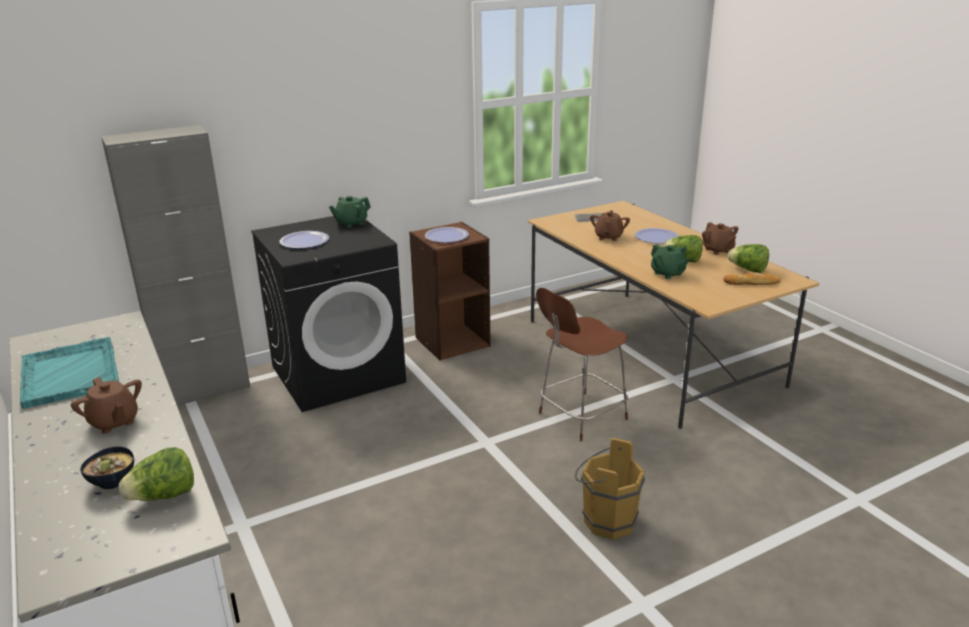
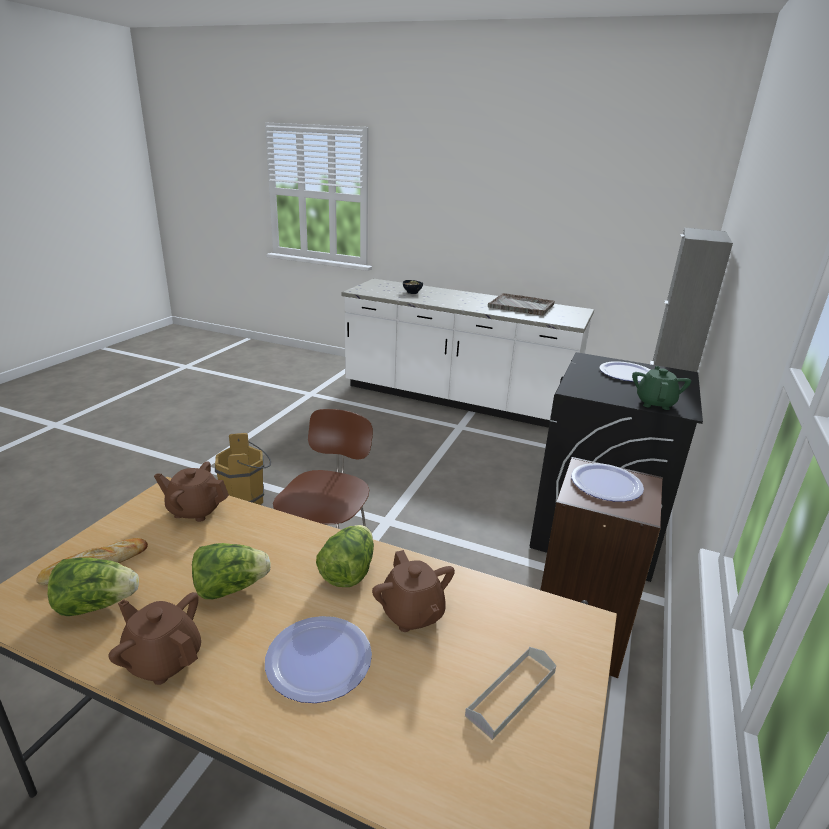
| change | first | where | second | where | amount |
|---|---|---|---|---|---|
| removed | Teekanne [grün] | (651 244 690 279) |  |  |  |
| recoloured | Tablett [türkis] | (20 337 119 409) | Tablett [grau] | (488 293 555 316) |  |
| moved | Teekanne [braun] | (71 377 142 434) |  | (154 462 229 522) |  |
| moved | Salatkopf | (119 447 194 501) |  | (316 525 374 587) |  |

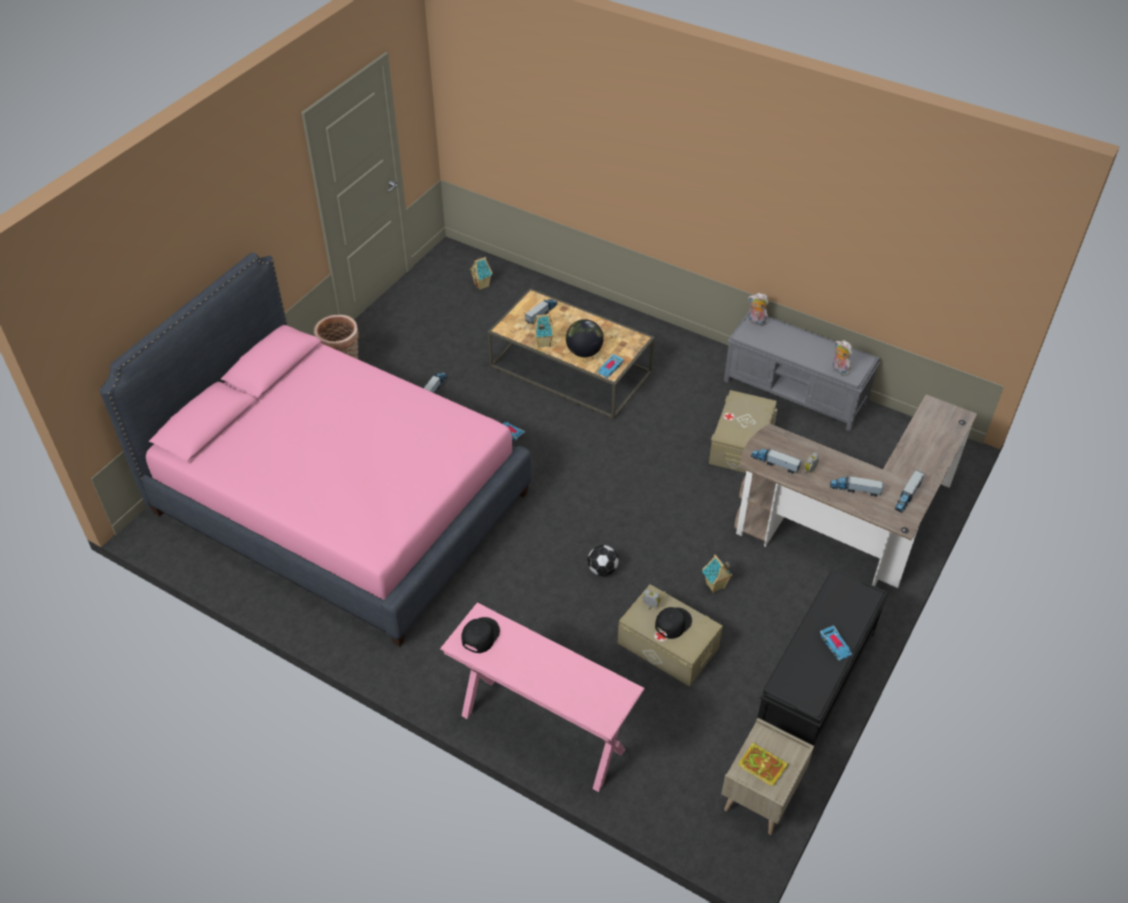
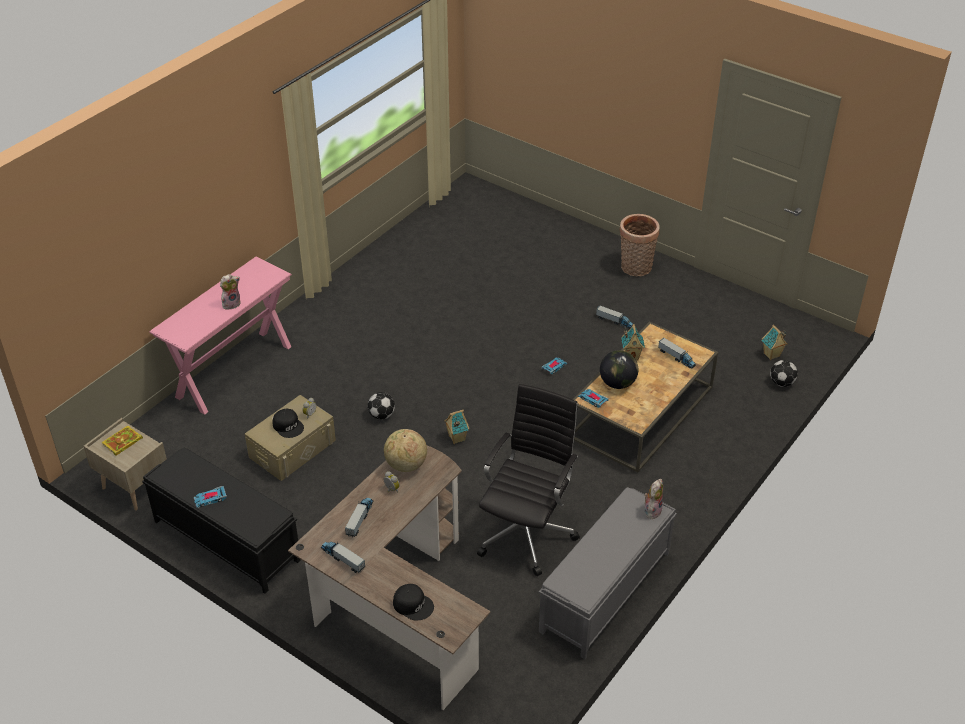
| change | first | where | second | where | amount |
|---|---|---|---|---|---|
| removed | Bett [rosa] | (100 253 532 647) |  |  |  |
| moved | Plüschtier | (833 340 852 376) |  | (220 274 241 310) |  |
| replaced | Aufbewahrungsbox [beige] | (709 390 777 473) | Bürostuhl [schwarz] | (477 384 580 576) |  |
| replaced | Spielzeuglaster | (751 449 802 474) | Globus | (384 429 427 472) |  |
| moved | Spielzeughaus | (702 555 733 593) |  | (444 410 469 444) |  |
| moved | Kappe [schwarz] | (461 617 500 653) |  | (393 584 434 620) |  |
| added |  |  | Fußball | (770 360 798 387) |  |

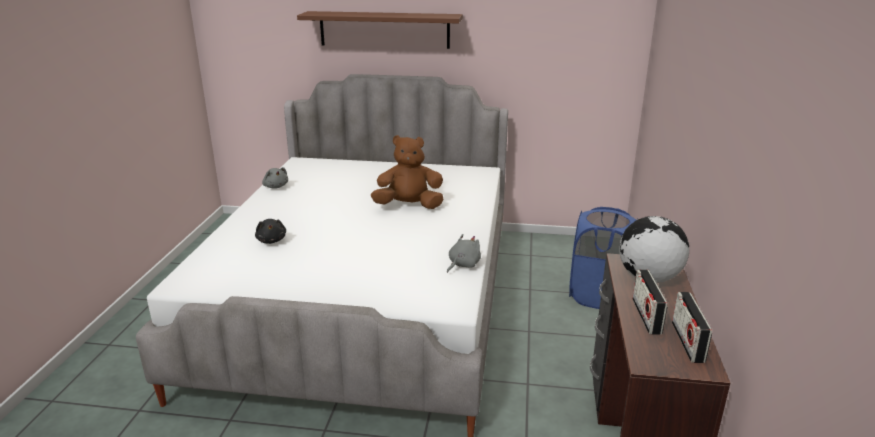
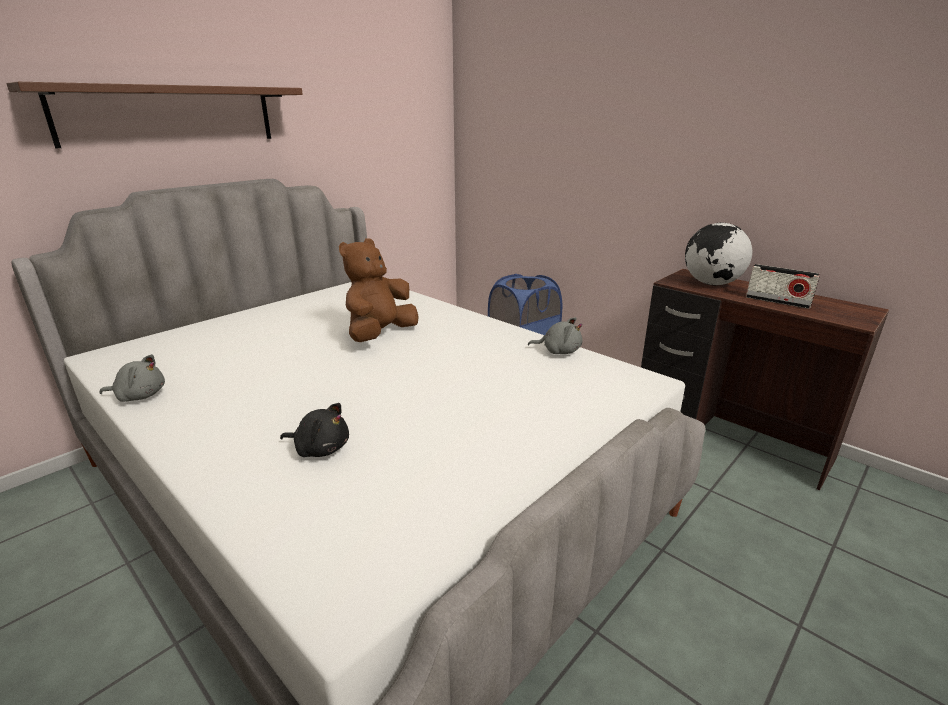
| change | first | where | second | where | amount |
|---|---|---|---|---|---|
| turned | Plüschtier [grau] | (447 234 481 273) |  | (528 317 583 354) | 120 degrees clockwise |
| removed | Radio | (672 292 712 363) |  |  |  |

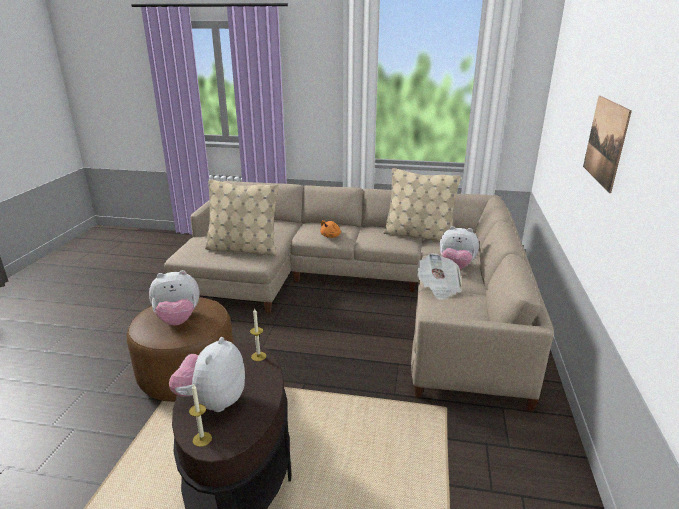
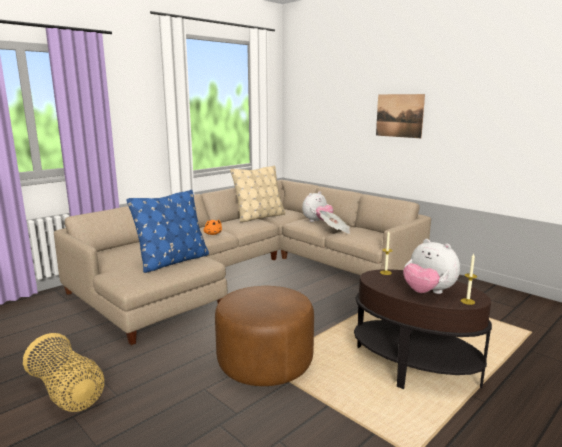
| change | first | where | second | where | amount |
|---|---|---|---|---|---|
| recoloured | Kissen [beige] | (205 179 278 255) | Kissen [blau] | (127 190 209 273) |  |
| removed | Plüschtier | (149 270 200 325) |  |  |  |
| added |  |  | Korb | (23 333 104 412) |  |

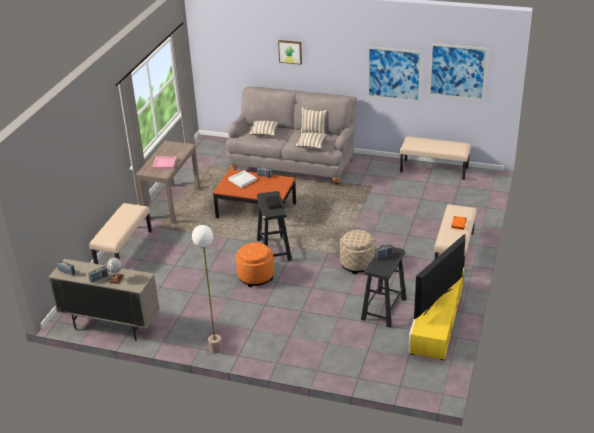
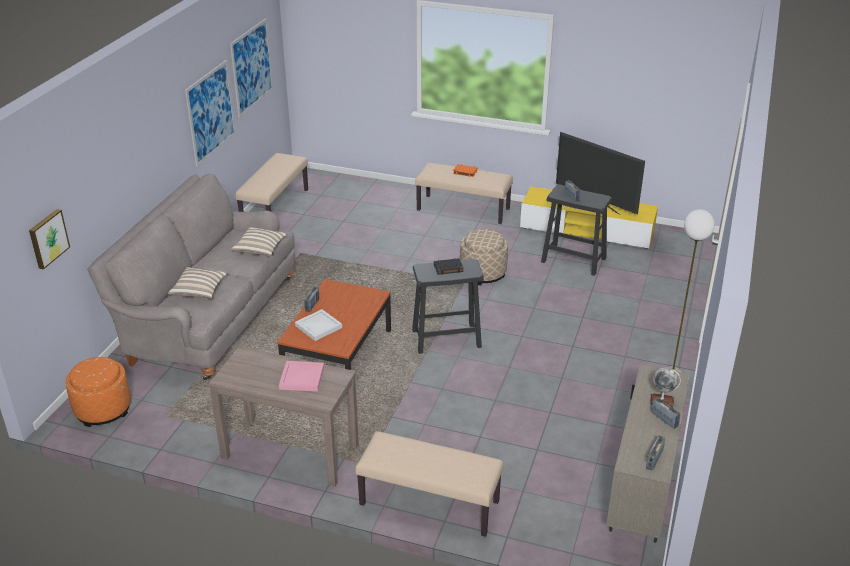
| change | first | where | second | where | amount |
|---|---|---|---|---|---|
| moved | Bild | (278 40 302 65) |  | (29 209 70 270) |  |
| removed | Kissen | (300 107 328 135) |  |  |  |
| moved | Polsterhocker [orange] | (236 243 274 287) |  | (65 357 131 427) |  |

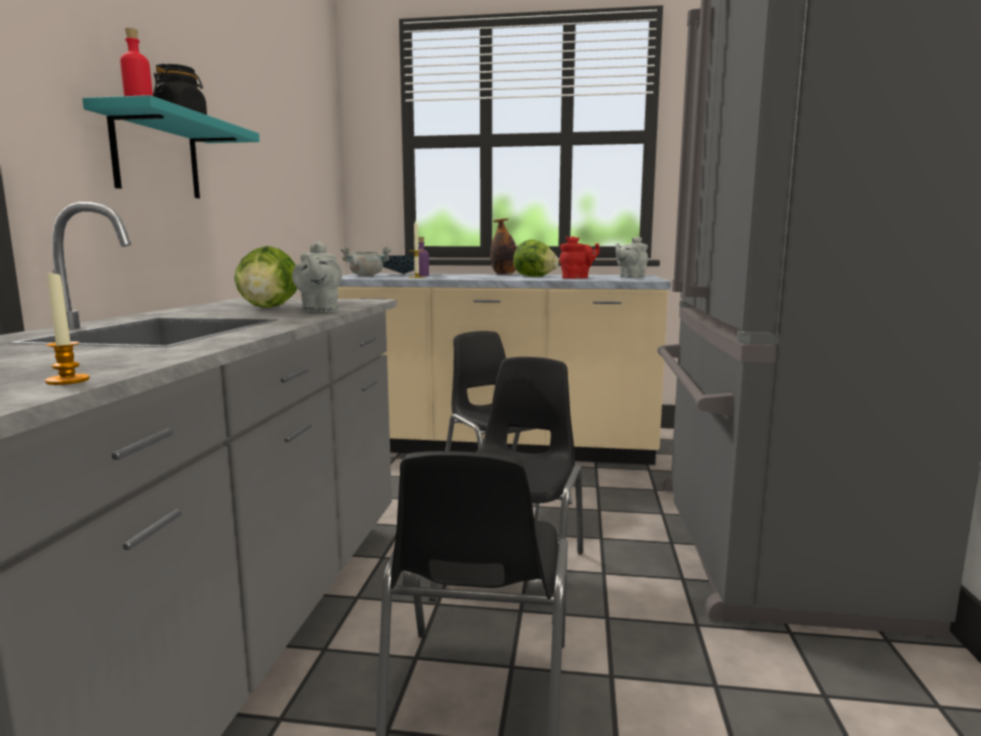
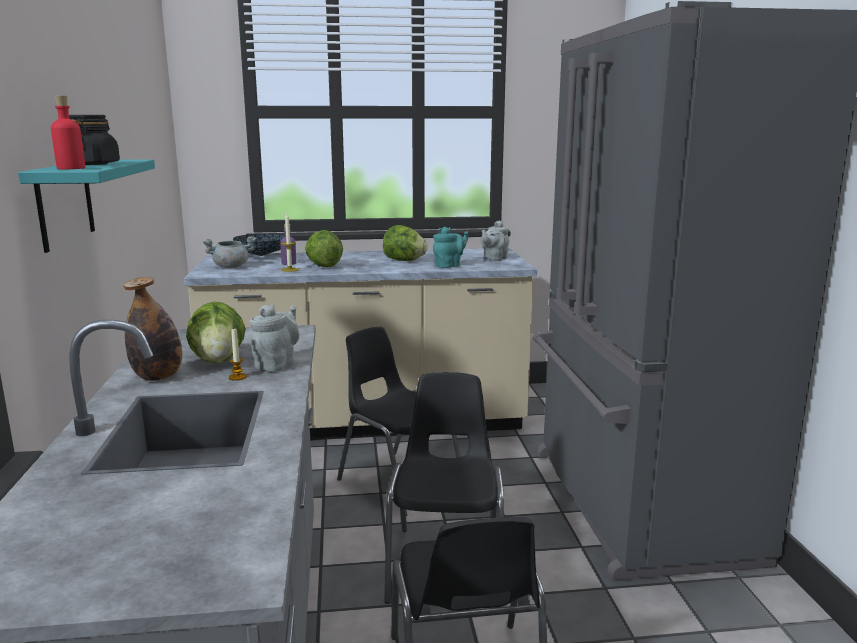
| change | first | where | second | where | amount |
|---|---|---|---|---|---|
| moved | Flasche | (490 218 517 275) |  | (123 277 182 381) |  |
| recoloured | Teekanne [rot] | (560 236 600 279) | Teekanne [türkis] | (433 227 468 268) |  |
| turned | Teekanne [grau] | (292 241 342 312) |  | (250 304 299 371) | 135 degrees counterclockwise |
| moved | Kerze | (45 270 90 385) |  | (229 329 247 381) |  |
| added |  |  | Salatkopf | (305 230 343 267) |  |

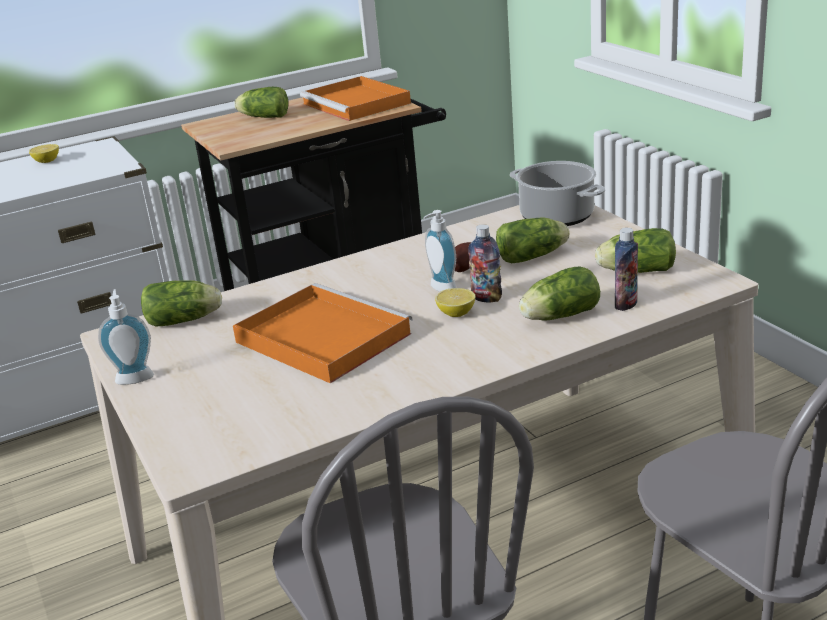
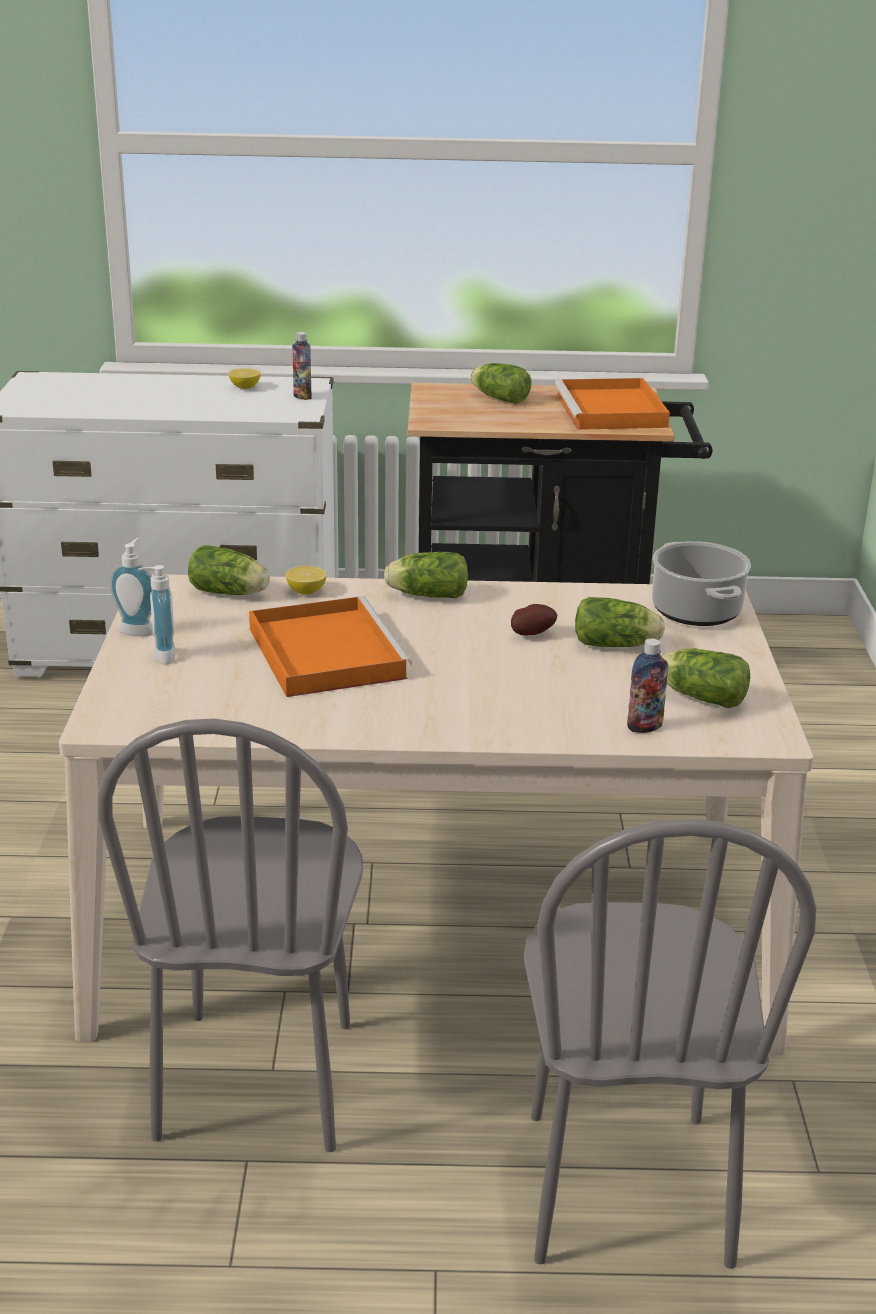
| change | first | where | second | where | amount |
|---|---|---|---|---|---|
| moved | Seifenspender | (423 210 456 292) |  | (138 565 176 664) |  |
| moved | Flasche | (468 224 502 302) |  | (292 332 312 400) |  |
| moved | Salatkopf | (519 267 600 320) |  | (384 552 468 598) |  |
| moved | Zitrone | (435 288 475 317) |  | (286 566 326 595) |  |

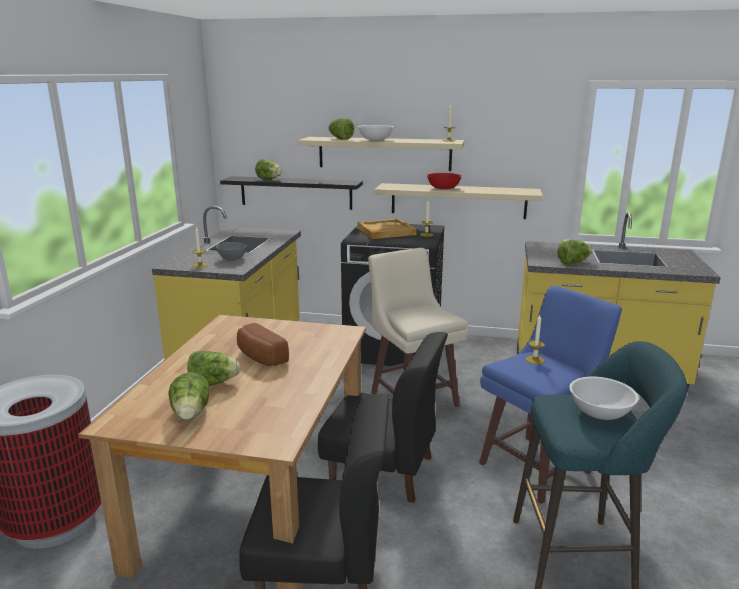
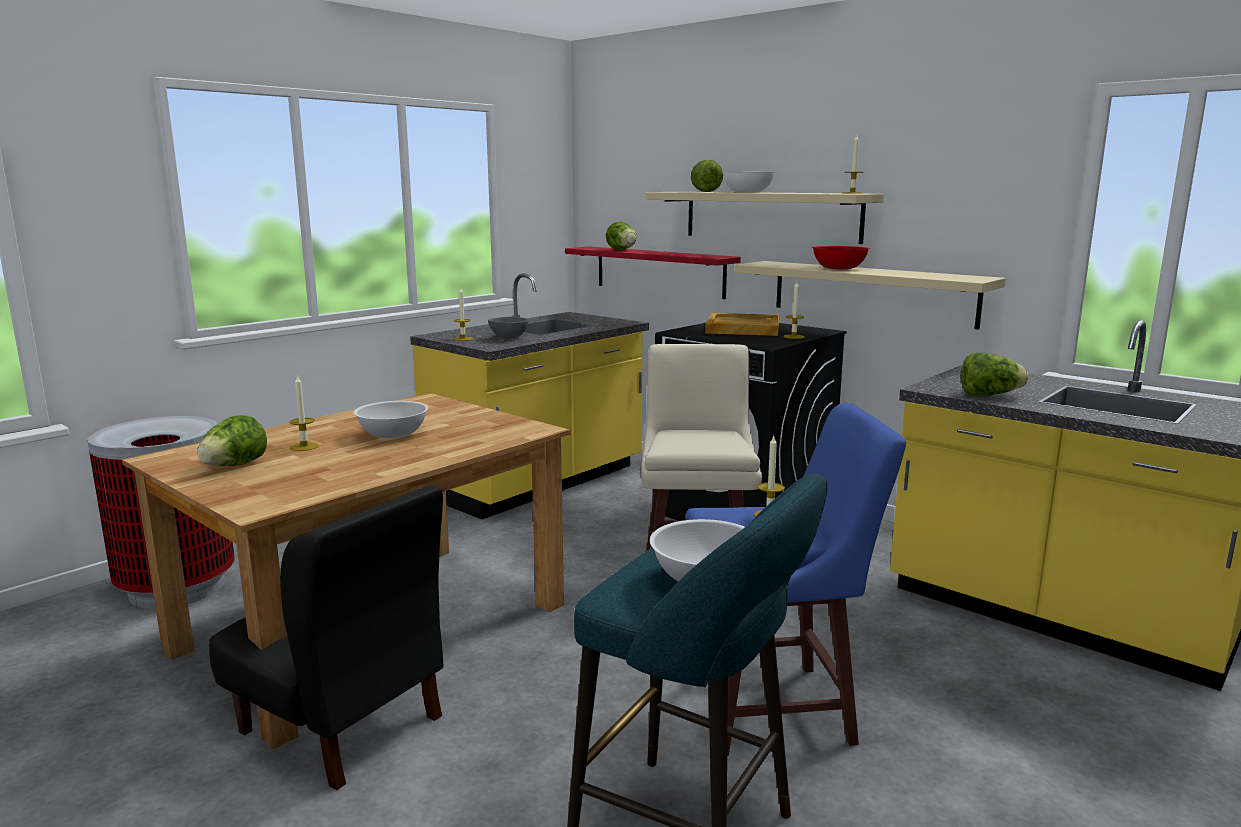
| change | first | where | second | where | amount |
|---|---|---|---|---|---|
| recoloured | Wandregal [schwarz] | (220 176 363 210) | Wandregal [rot] | (565 246 741 299) |  |
| replaced | Brot | (237 323 289 366) | Schüssel [weiß] | (354 401 428 438) |  |
| removed | Stuhl [schwarz] | (318 332 448 503) |  |  |  |
| replaced | Salatkopf | (188 351 240 386) | Kerze | (289 375 319 451) |  |

